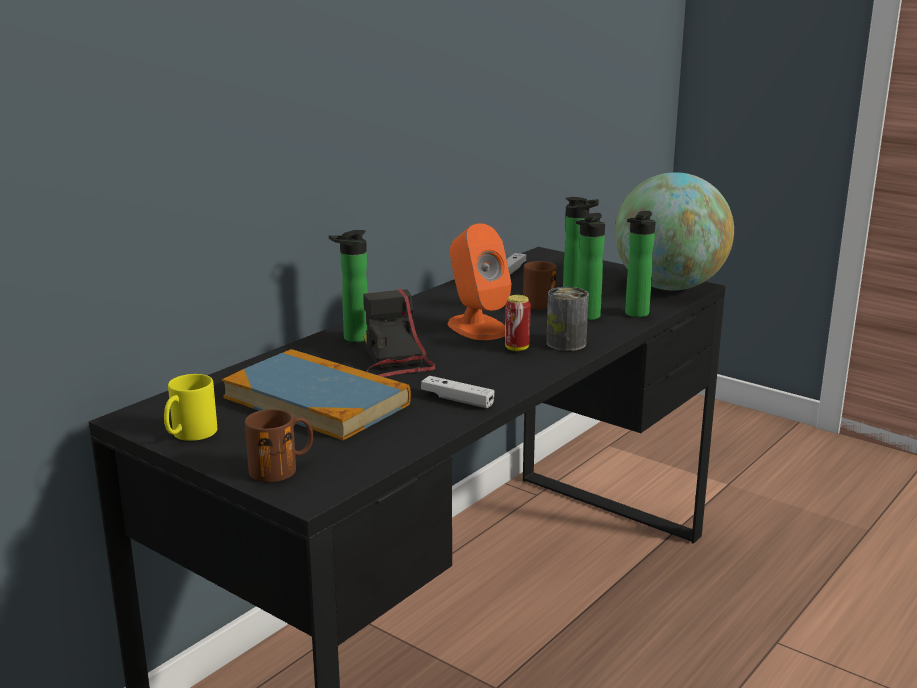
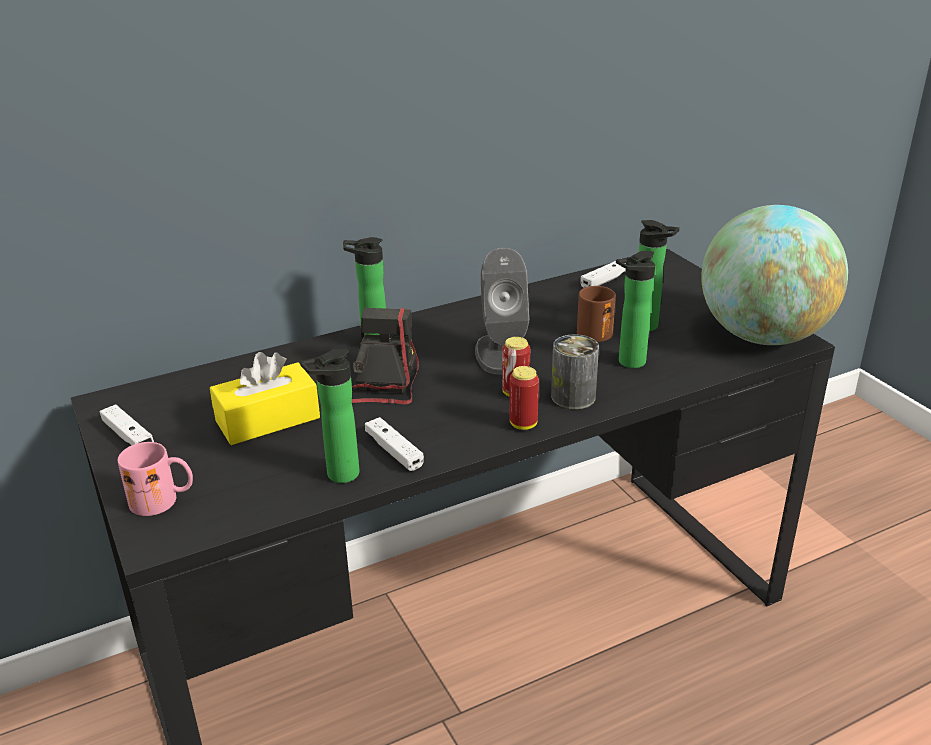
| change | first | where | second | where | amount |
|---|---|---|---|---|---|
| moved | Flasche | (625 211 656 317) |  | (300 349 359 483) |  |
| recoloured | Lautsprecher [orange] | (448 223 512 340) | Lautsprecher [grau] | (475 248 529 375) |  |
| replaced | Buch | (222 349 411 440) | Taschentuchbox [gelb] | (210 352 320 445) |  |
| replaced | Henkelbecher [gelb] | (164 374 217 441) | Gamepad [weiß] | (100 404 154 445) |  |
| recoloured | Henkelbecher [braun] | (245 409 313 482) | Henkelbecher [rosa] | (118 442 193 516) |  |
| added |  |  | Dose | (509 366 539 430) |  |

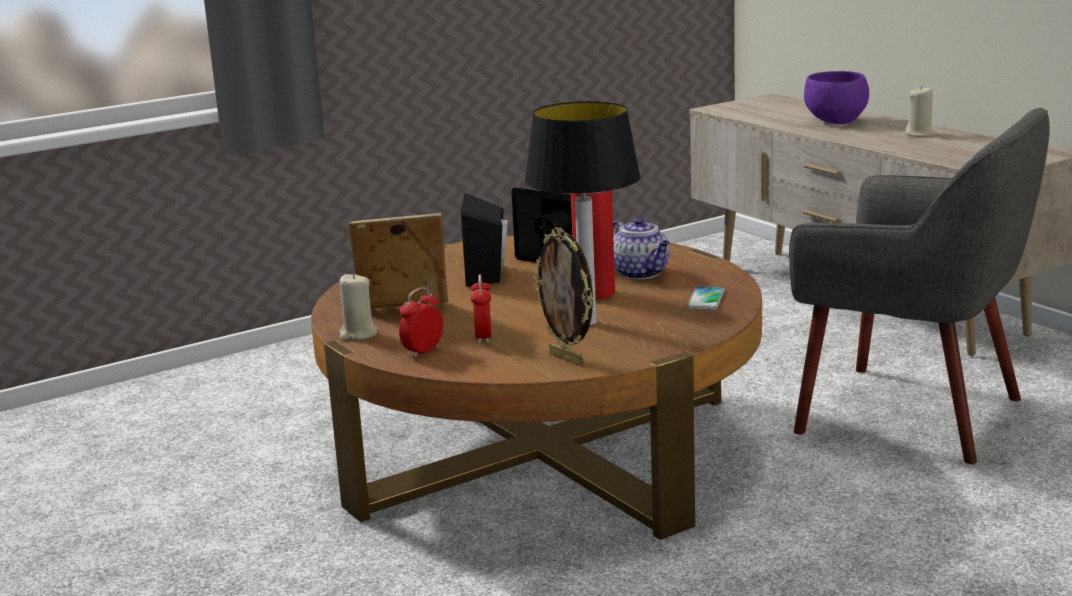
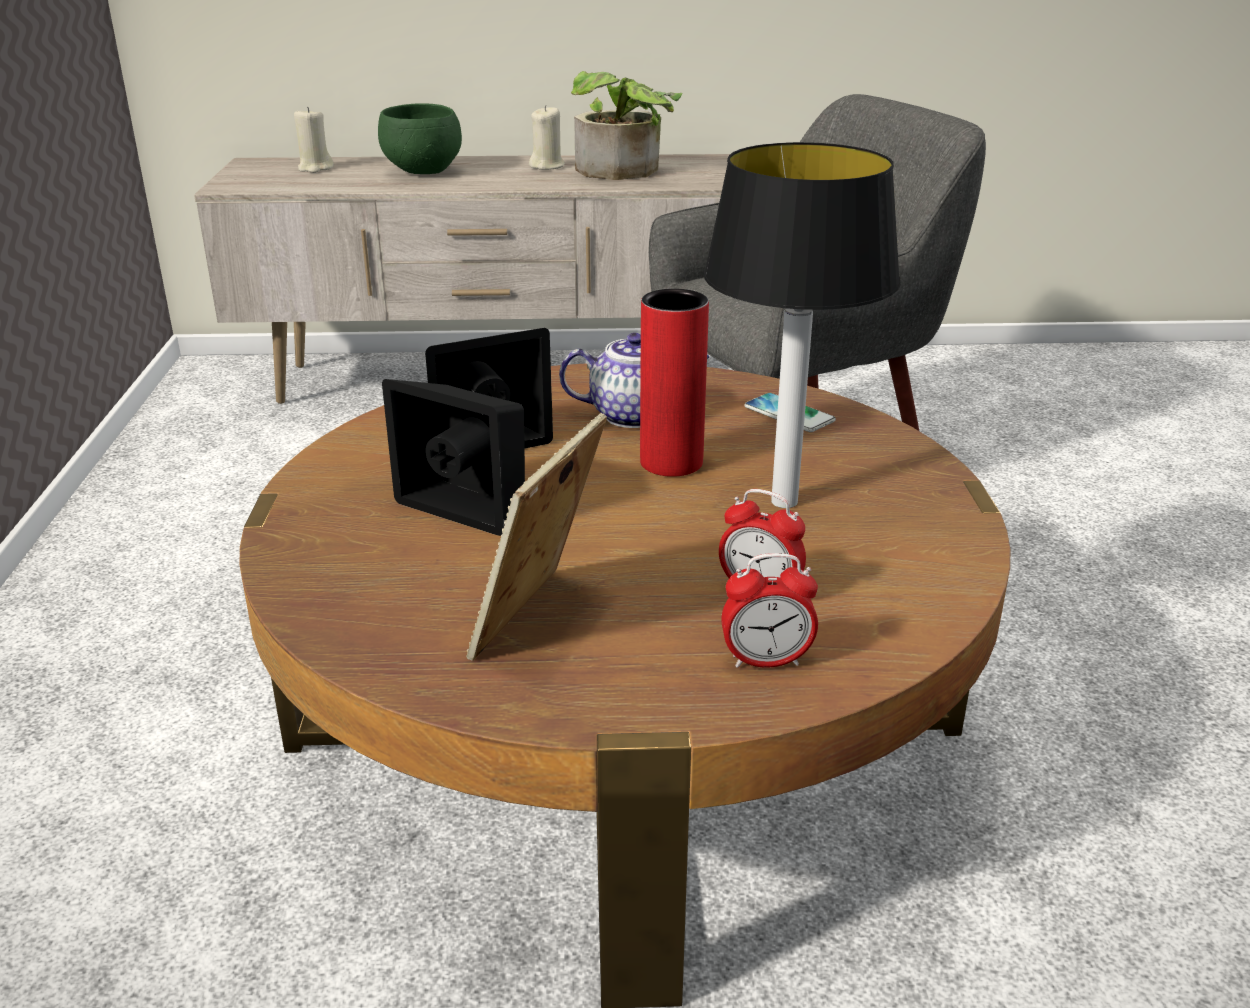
| change | first | where | second | where | amount |
|---|---|---|---|---|---|
| recoloured | Schüssel [lila] | (804 71 869 124) | Schüssel [grün] | (378 104 462 174) |  |
| removed | Bilderrahmen | (532 227 593 366) |  |  |  |
| moved | Kerze [beige] | (339 273 377 340) |  | (294 107 334 173) |  |
| turned | Wecker | (399 287 443 358) |  | (721 553 818 668) | 75 degrees counterclockwise |
| added |  |  | Topfpflanze | (571 71 682 180) |  |

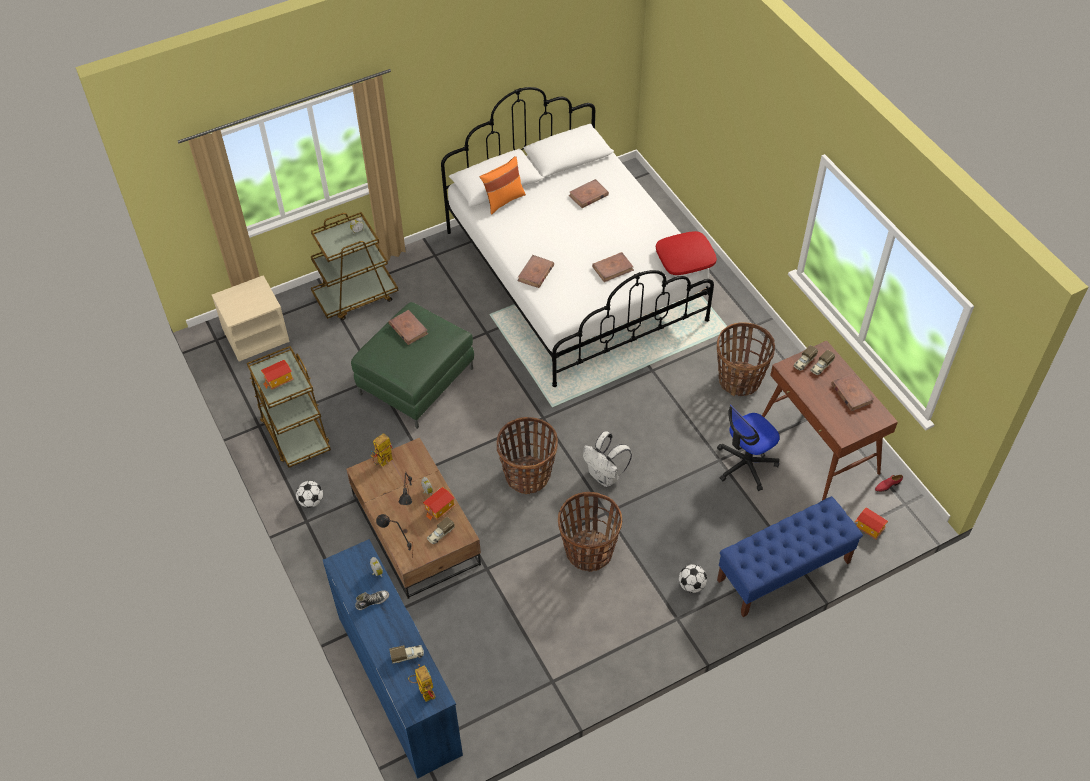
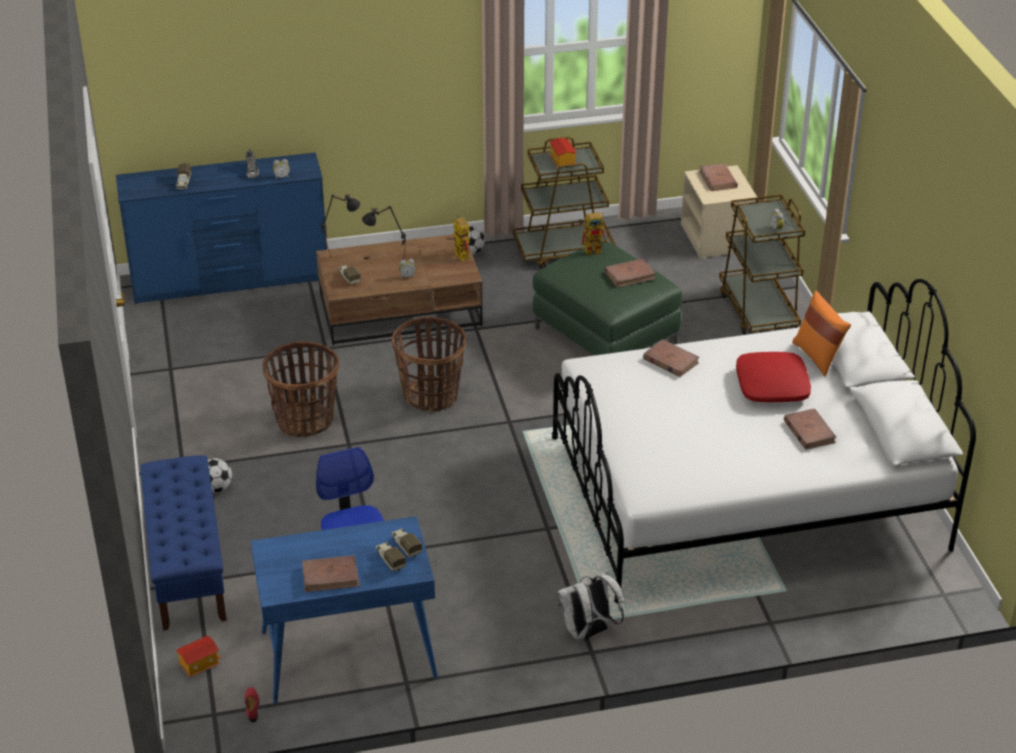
| change | first | where | second | where | amount |
|---|---|---|---|---|---|
| moved | Kissen [rot] | (656 231 717 275) |  | (736 352 811 402) |  |
| moved | Buch [braun] | (592 252 634 282) |  | (699 163 738 191) |  |
| removed | Korb | (717 322 775 396) |  |  |  |
| recoloured | Schreibtisch [braun] | (762 341 898 500) | Schreibtisch [blau] | (251 516 438 704) |  |
| moved | Rucksack [weiß] | (583 431 632 487) |  | (556 570 624 642) |  |
| removed | Spielzeughaus | (423 487 455 520) |  |  |  |
| moved | Spielzeugroboter | (408 664 436 702) |  | (581 212 608 256) |  |

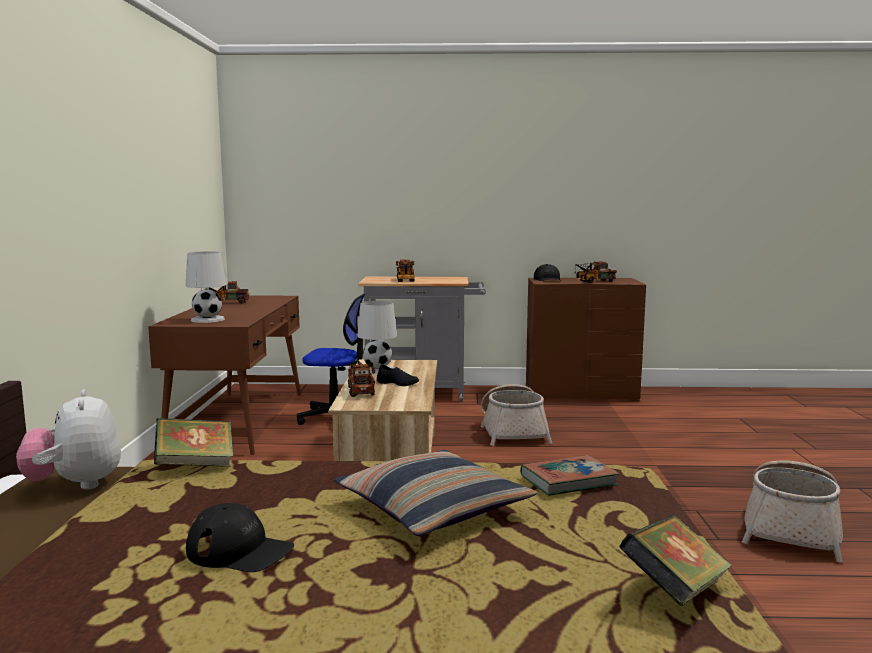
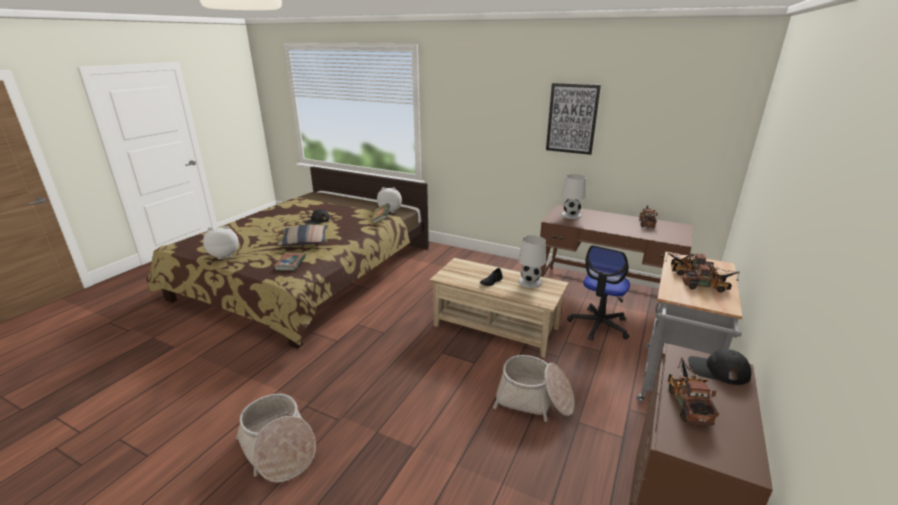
| change | first | where | second | where | amount |
|---|---|---|---|---|---|
| moved | Spielzeuglaster | (348 359 375 397) |  | (682 264 740 293) |  |
| replaced | Buch | (619 515 732 606) | Plüschtier | (203 226 239 259) |  |
| added |  |  | Bild | (546 83 601 155) |  |

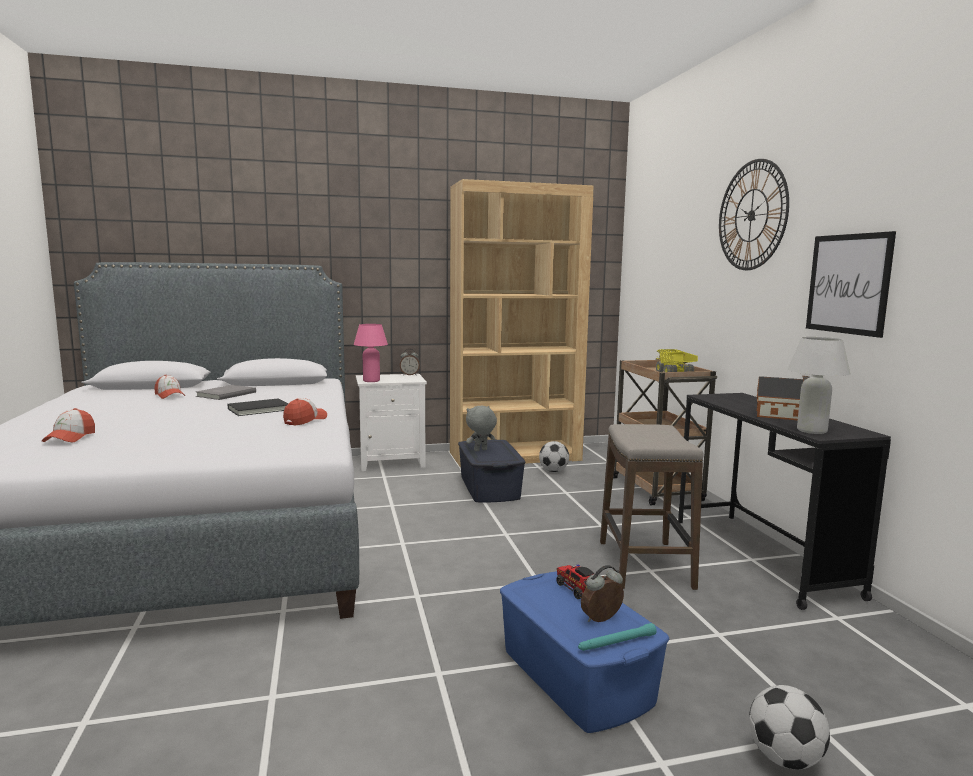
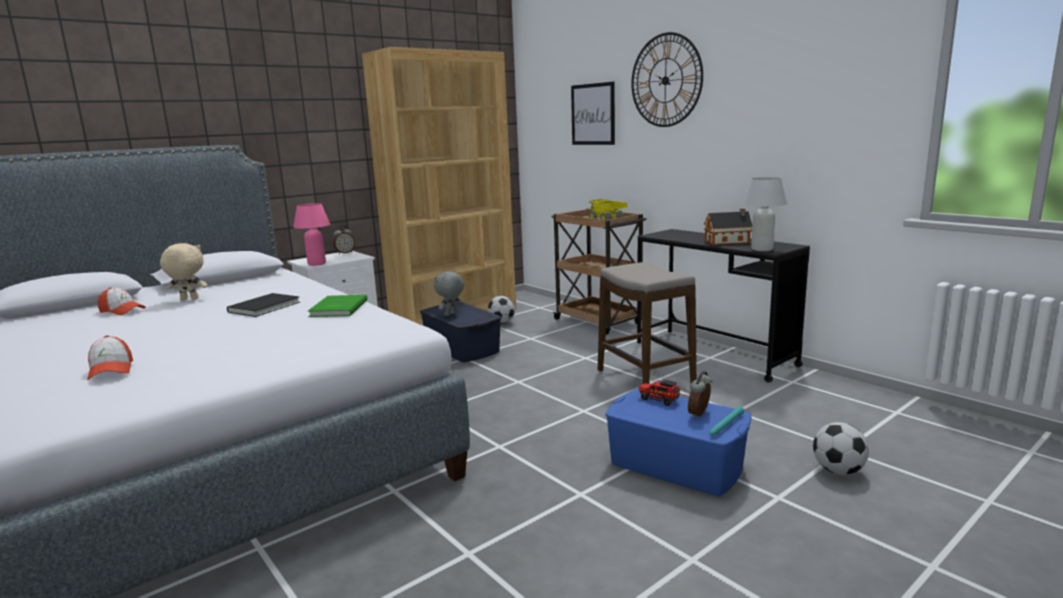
| change | first | where | second | where | amount |
|---|---|---|---|---|---|
| moved | Bild | (806 231 896 338) |  | (571 82 615 145) |  |
| replaced | Buch [grau] | (196 385 256 400) | Plüschtier [beige] | (160 243 207 300) |  |
| replaced | Kappe | (283 398 327 426) | Buch [grün] | (308 295 368 317) |  |

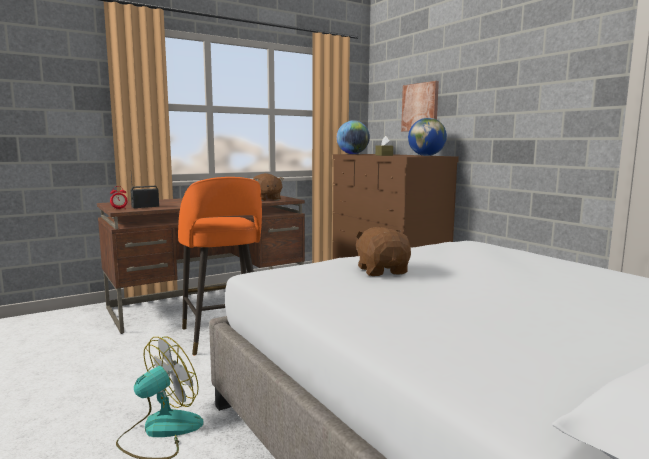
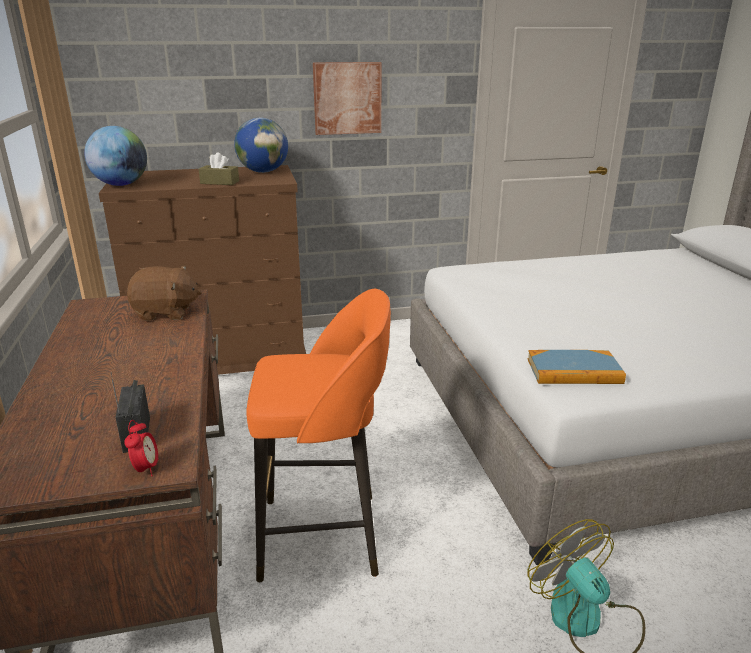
| change | first | where | second | where | amount |
|---|---|---|---|---|---|
| moved | Bild | (401 81 439 132) |  | (313 62 382 135) |  |
| removed | Plüschtier [braun] | (354 226 411 276) |  |  |  |
| added |  |  | Buch | (527 350 626 384) |  |

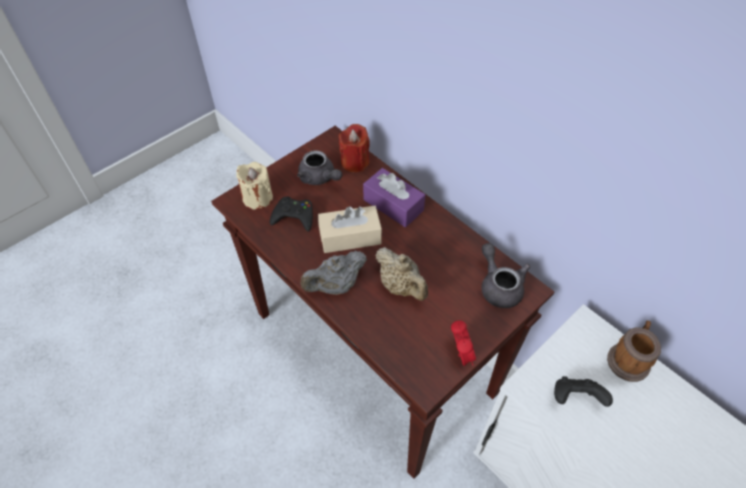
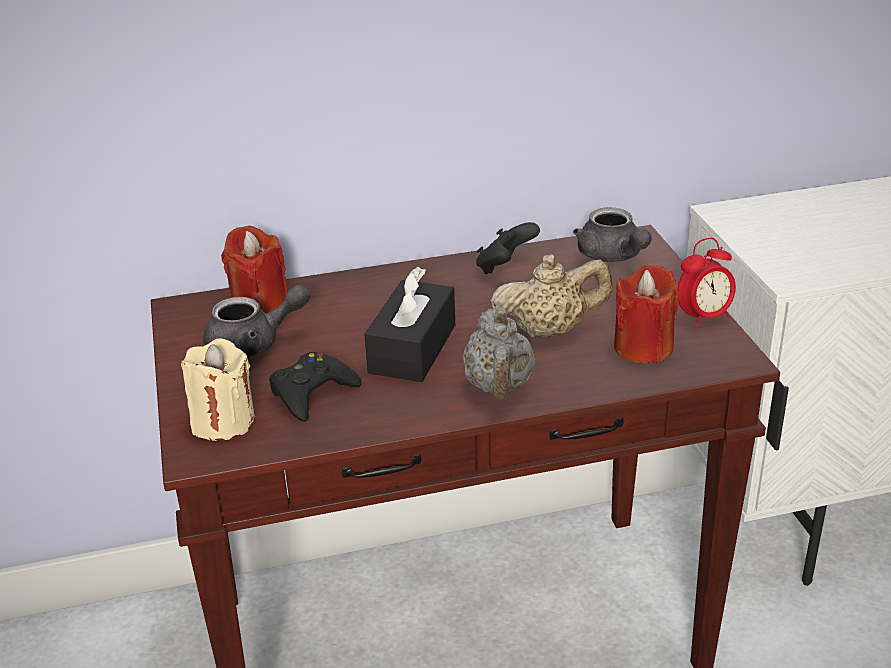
| change | first | where | second | where | amount |
|---|---|---|---|---|---|
| removed | Taschentuchbox [lila] | (363 168 425 227) |  |  |  |
| recoloured | Taschentuchbox [beige] | (318 206 382 253) | Taschentuchbox [schwarz] | (365 267 455 382) |  |
| turned | Teekanne [grau] | (482 243 530 308) |  | (573 207 652 262) | 120 degrees counterclockwise |
| turned | Wecker | (451 320 476 366) |  | (677 238 736 328) | 135 degrees clockwise |
| removed | Henkelbecher | (607 320 661 382) |  |  |  |
| moved | Gamepad [schwarz] | (554 376 613 407) |  | (476 222 540 274) |  |
| added |  |  | Kerze [rot] | (614 265 679 363) |  |

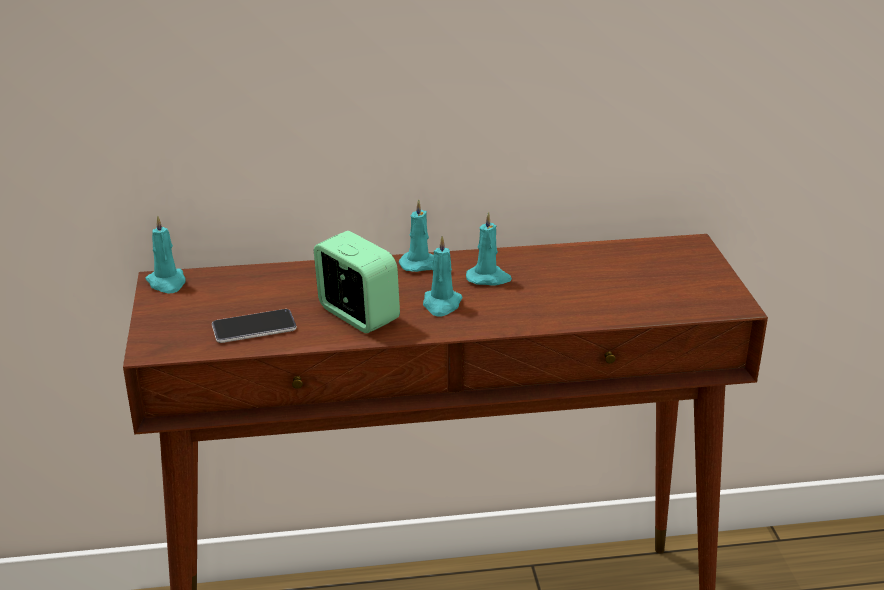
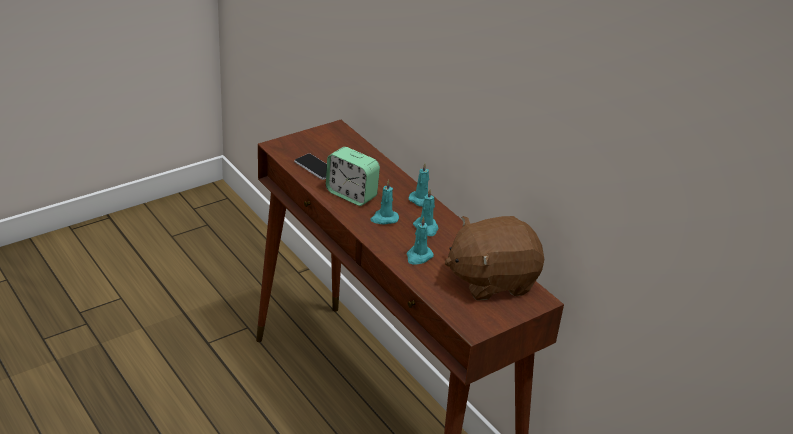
| change | first | where | second | where | amount |
|---|---|---|---|---|---|
| moved | Kerze [türkis] | (145 215 186 294) |  | (407 217 434 265) |  |
| turned | Wecker | (314 231 400 333) |  | (326 147 380 206) | 105 degrees clockwise |
| added |  |  | Plüschtier [braun] | (445 216 544 301) |  |

